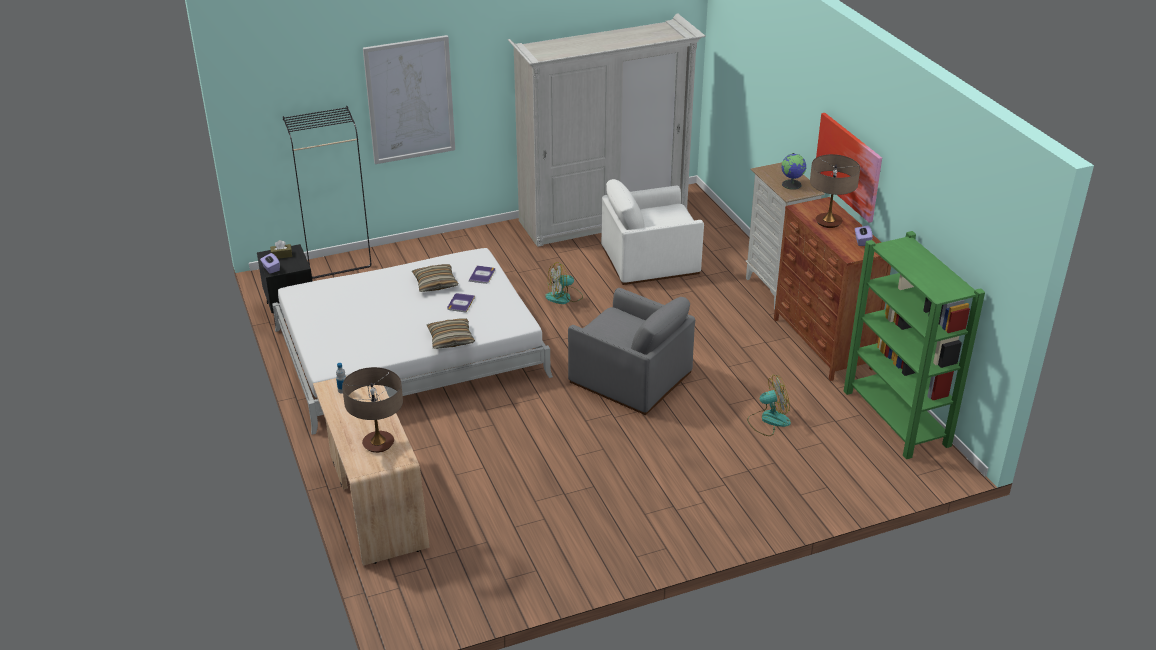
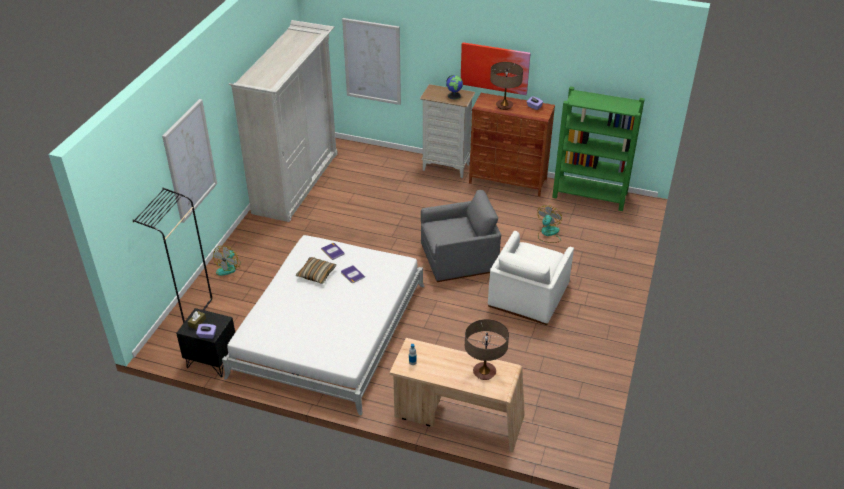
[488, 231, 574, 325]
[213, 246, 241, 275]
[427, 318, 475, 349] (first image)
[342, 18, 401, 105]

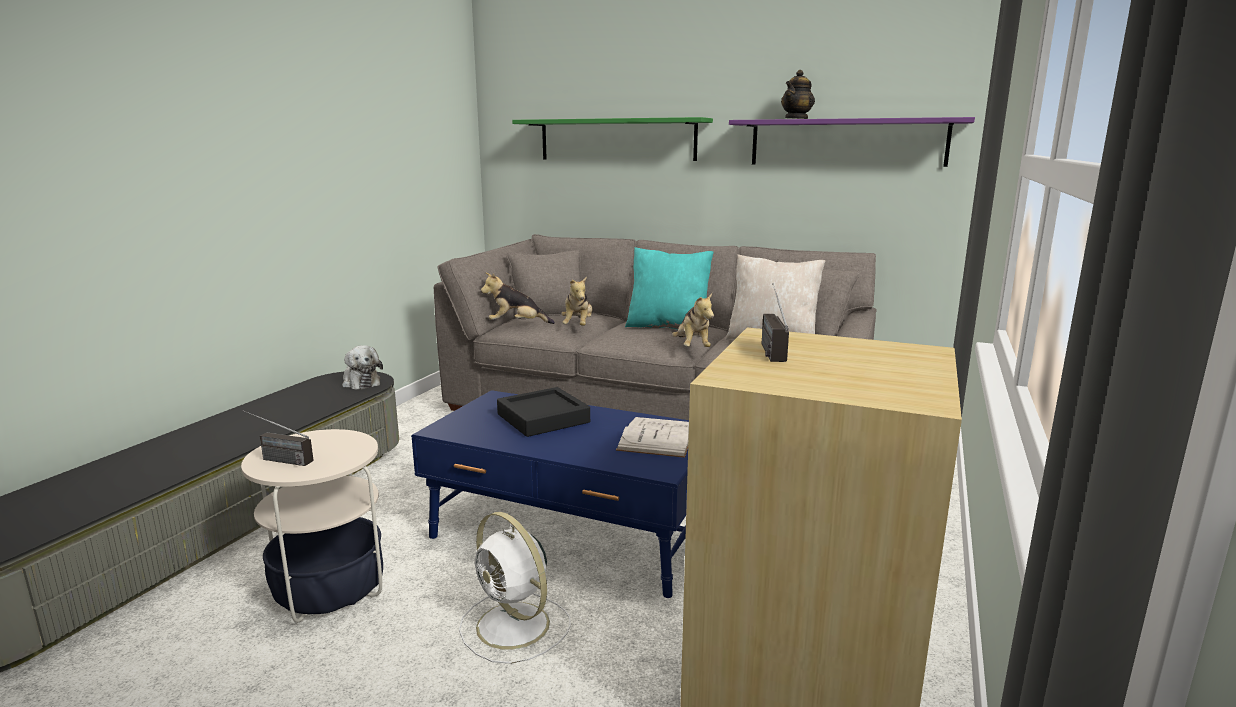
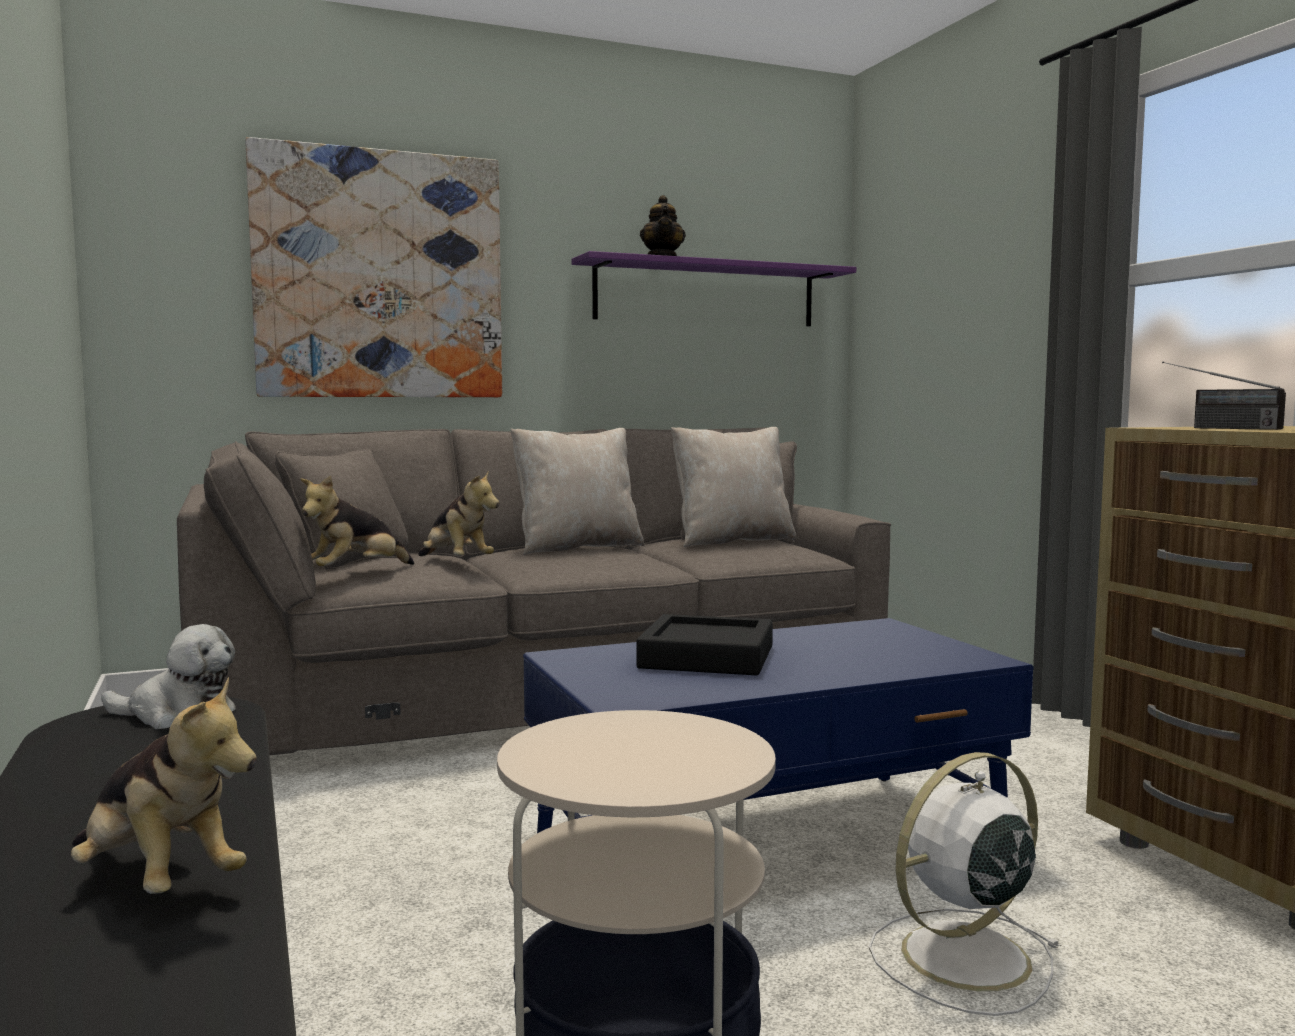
[246, 137, 502, 397]
[510, 428, 644, 555]
[71, 677, 257, 894]
[242, 410, 313, 466] (first image)
[616, 417, 689, 458] (first image)
[869, 752, 1061, 1016]

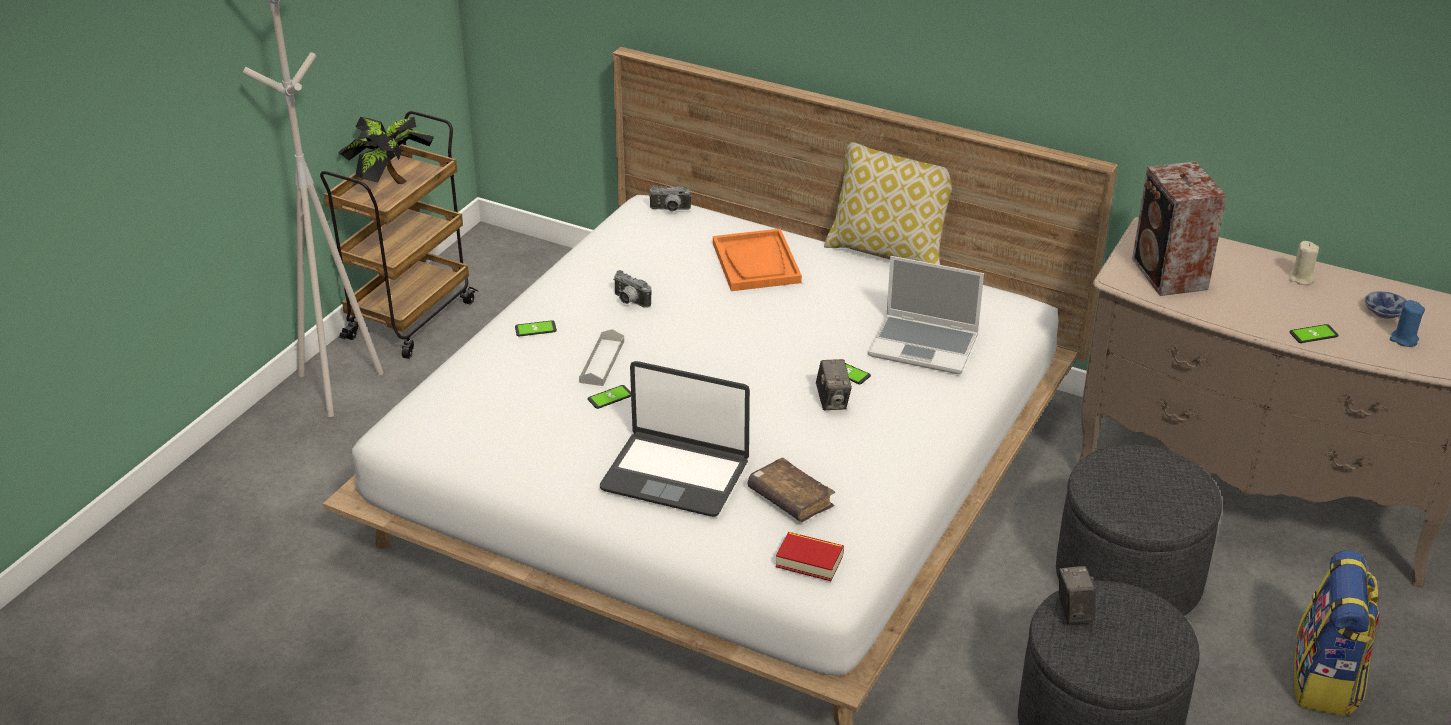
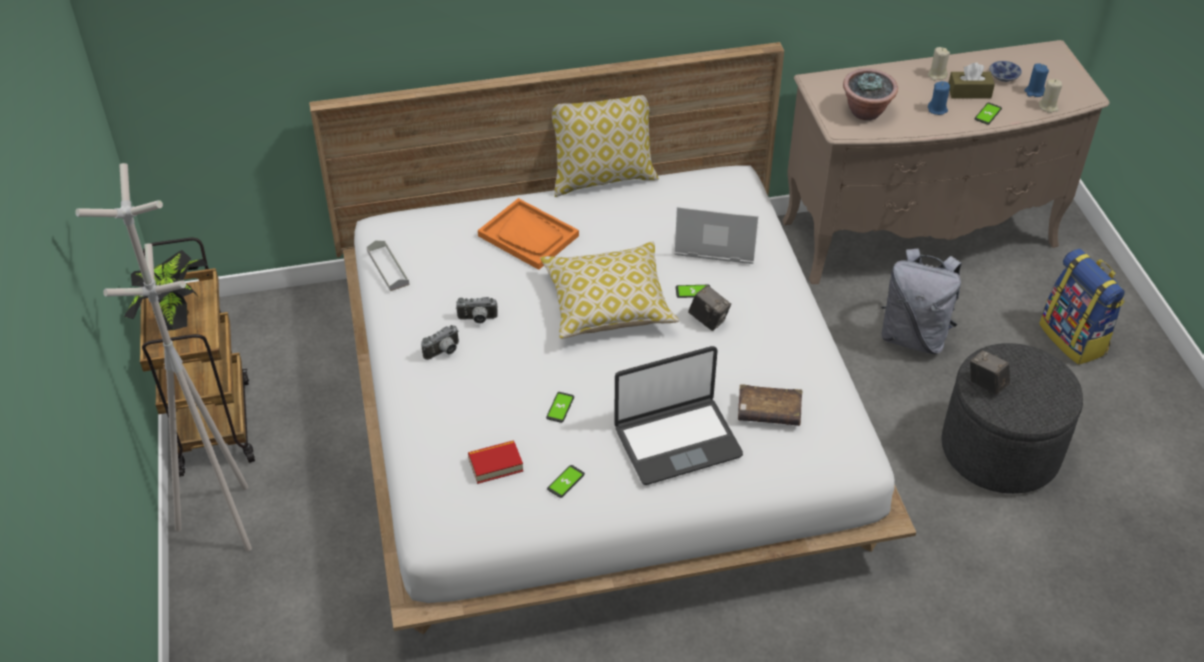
[843, 69, 898, 120]
[421, 325, 459, 360]
[674, 206, 759, 264]
[547, 465, 585, 498]
[367, 240, 409, 291]
[881, 248, 962, 354]
[468, 440, 524, 484]
[949, 63, 995, 98]
[1039, 79, 1062, 113]
[928, 81, 950, 115]
[540, 242, 679, 339]

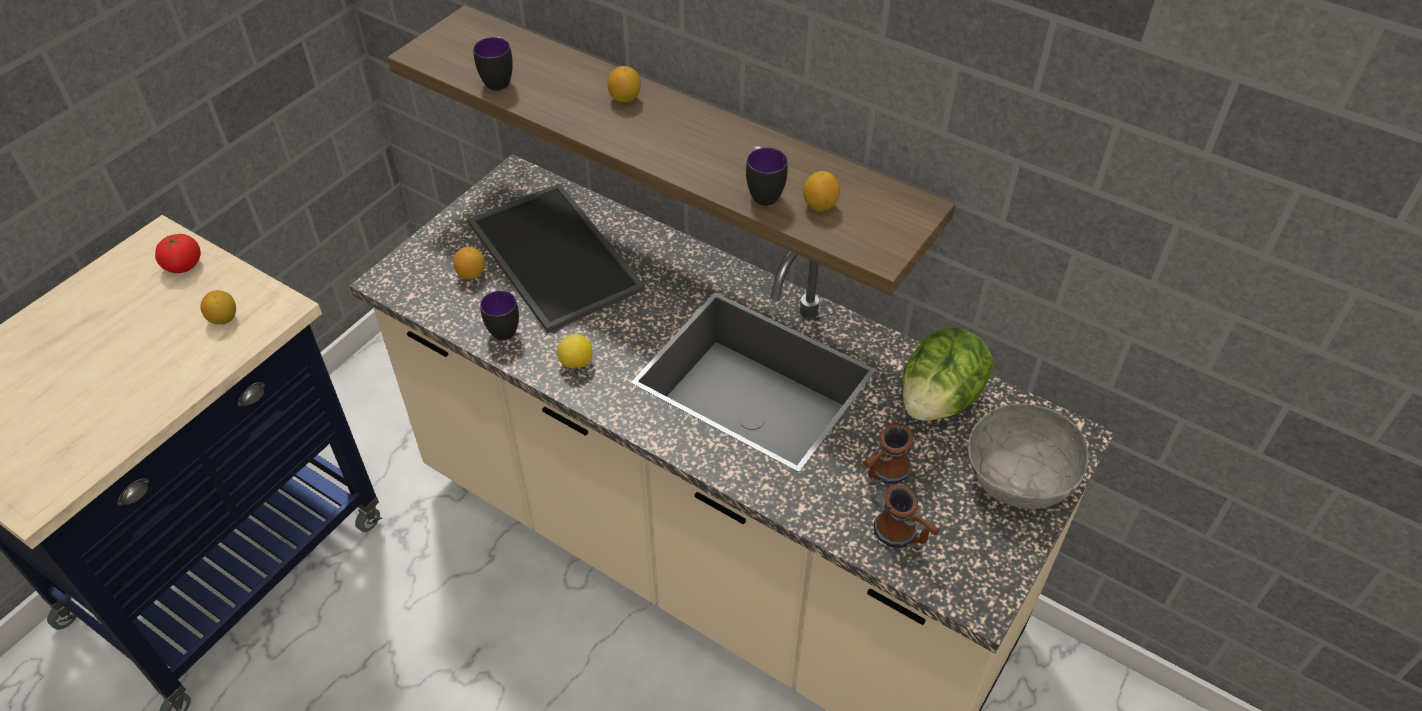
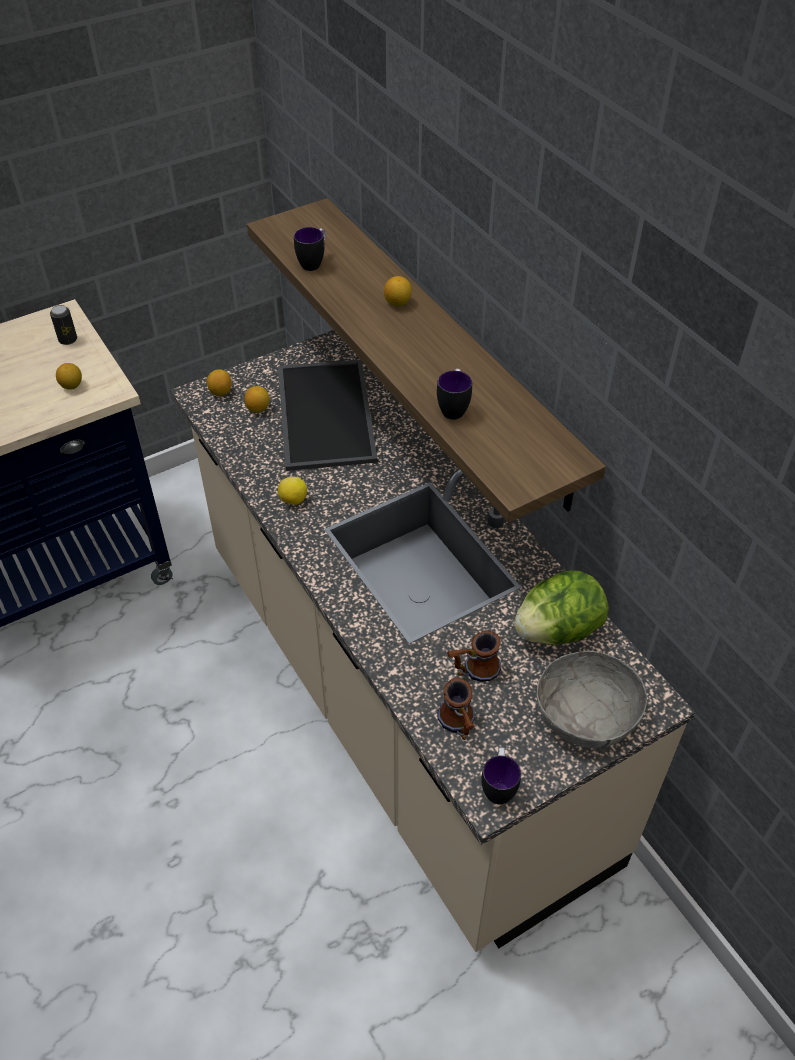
[207, 369, 232, 396]
[50, 305, 77, 345]
[481, 747, 521, 804]

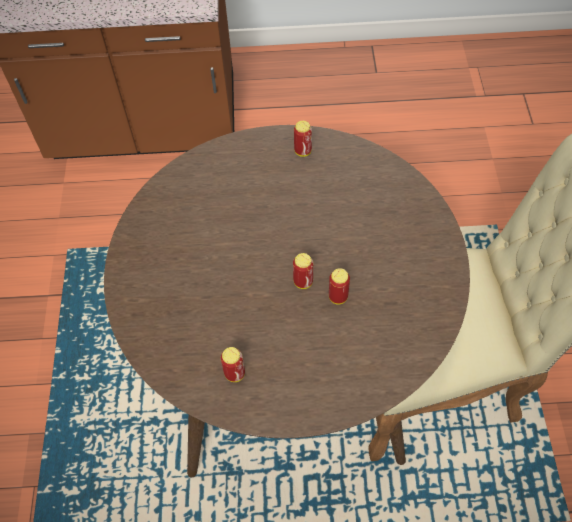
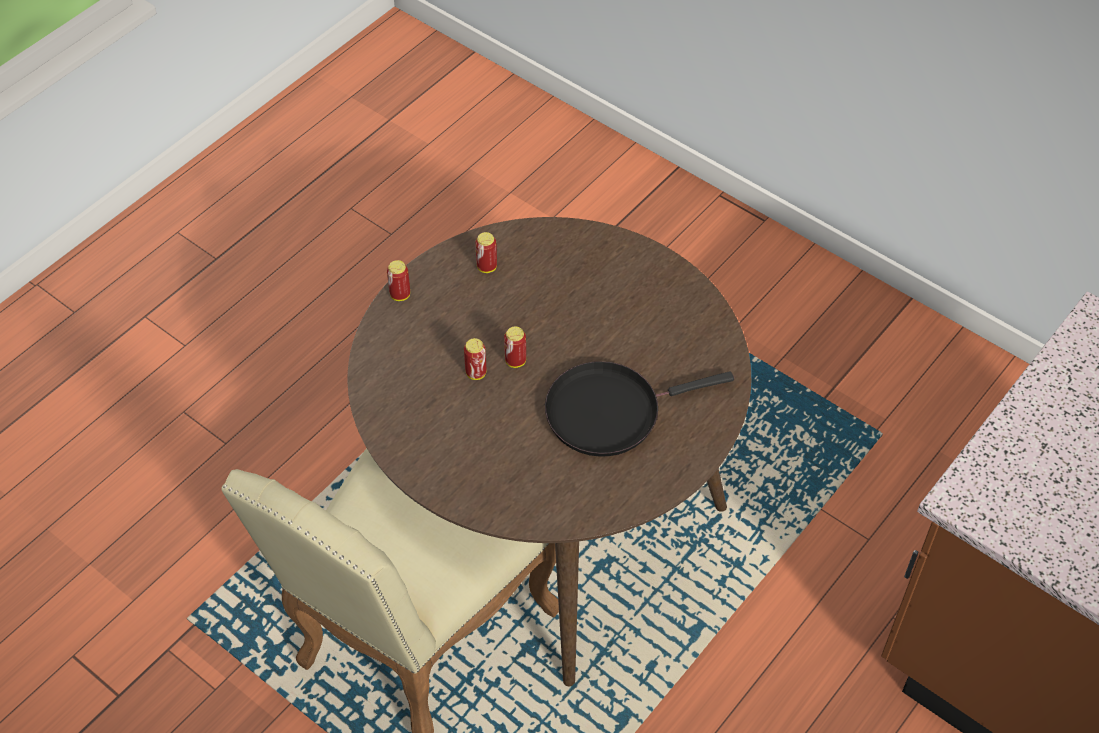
[387, 260, 410, 301]
[545, 361, 734, 457]

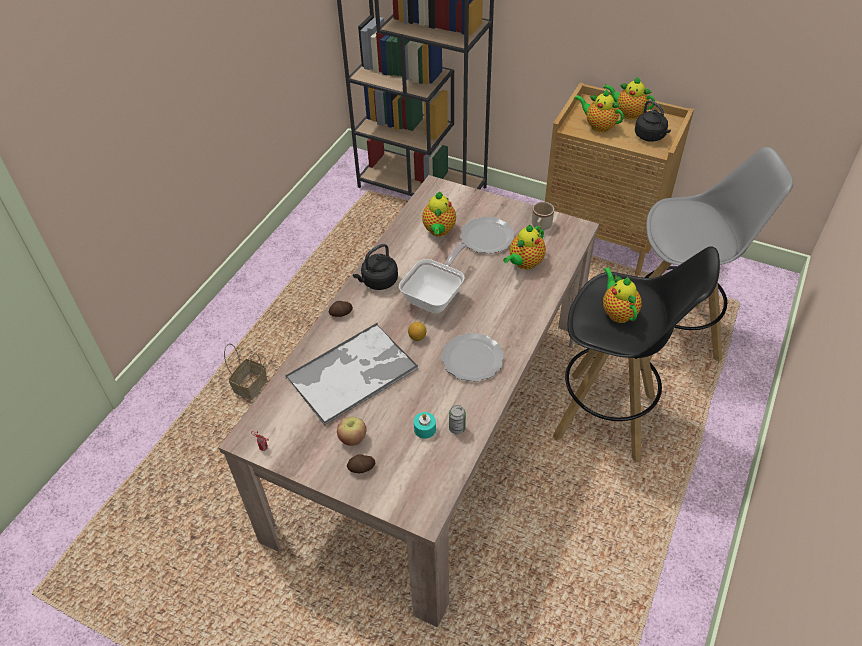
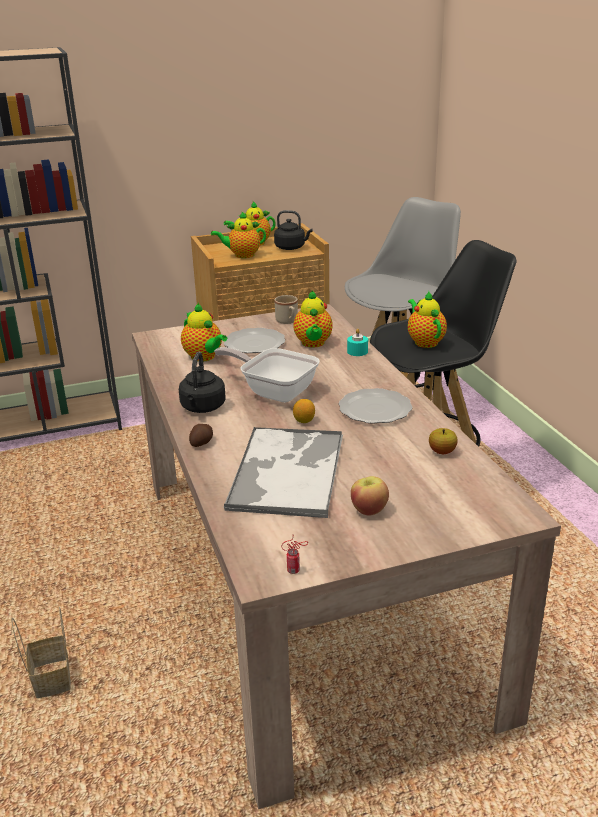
[214, 347, 320, 402]
[408, 291, 447, 348]
[429, 428, 458, 454]
[347, 329, 368, 356]
[347, 454, 375, 473] (first image)

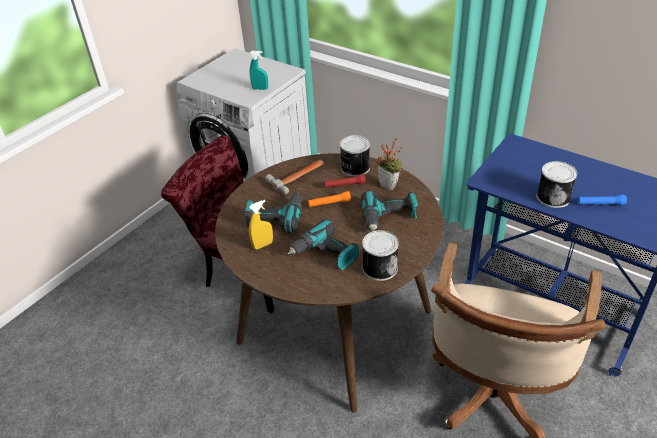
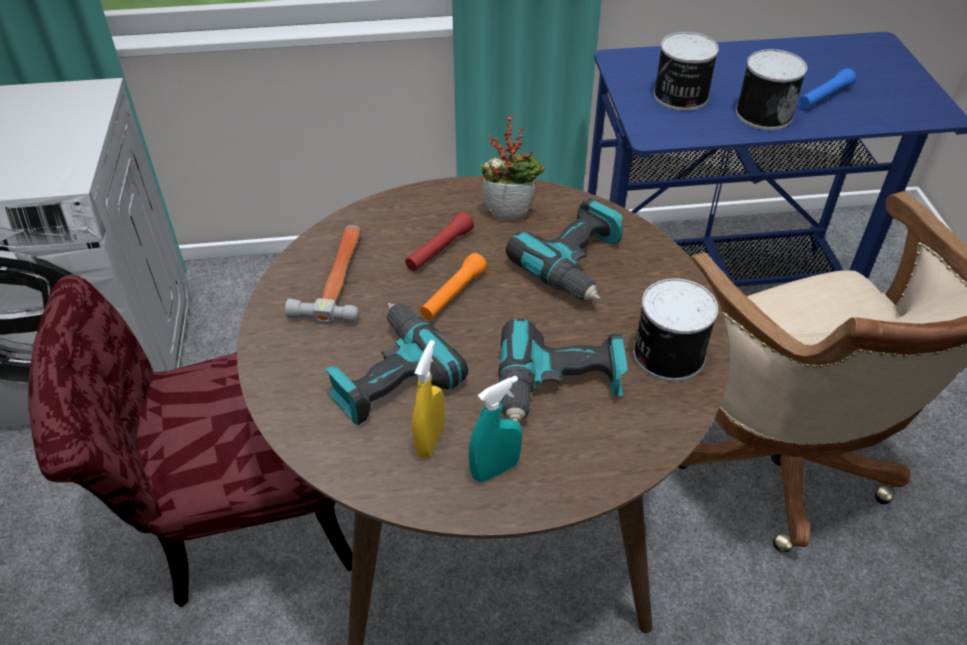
[469, 376, 522, 482]
[654, 32, 719, 111]

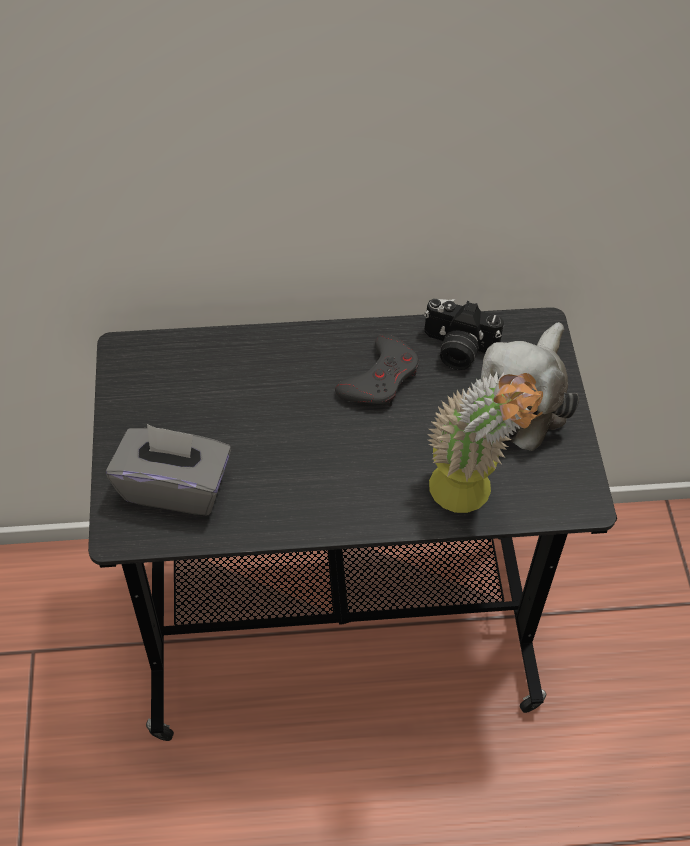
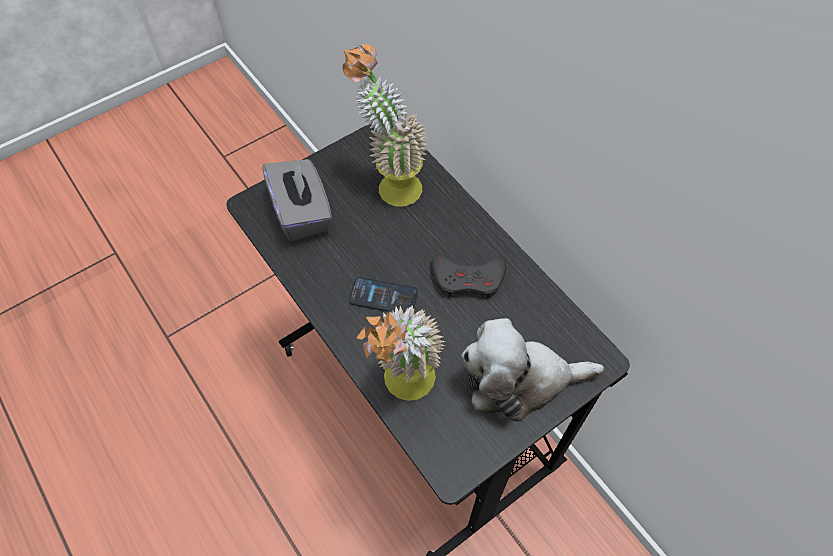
[424, 299, 504, 370] (first image)
[343, 44, 427, 206]
[349, 277, 418, 313]

